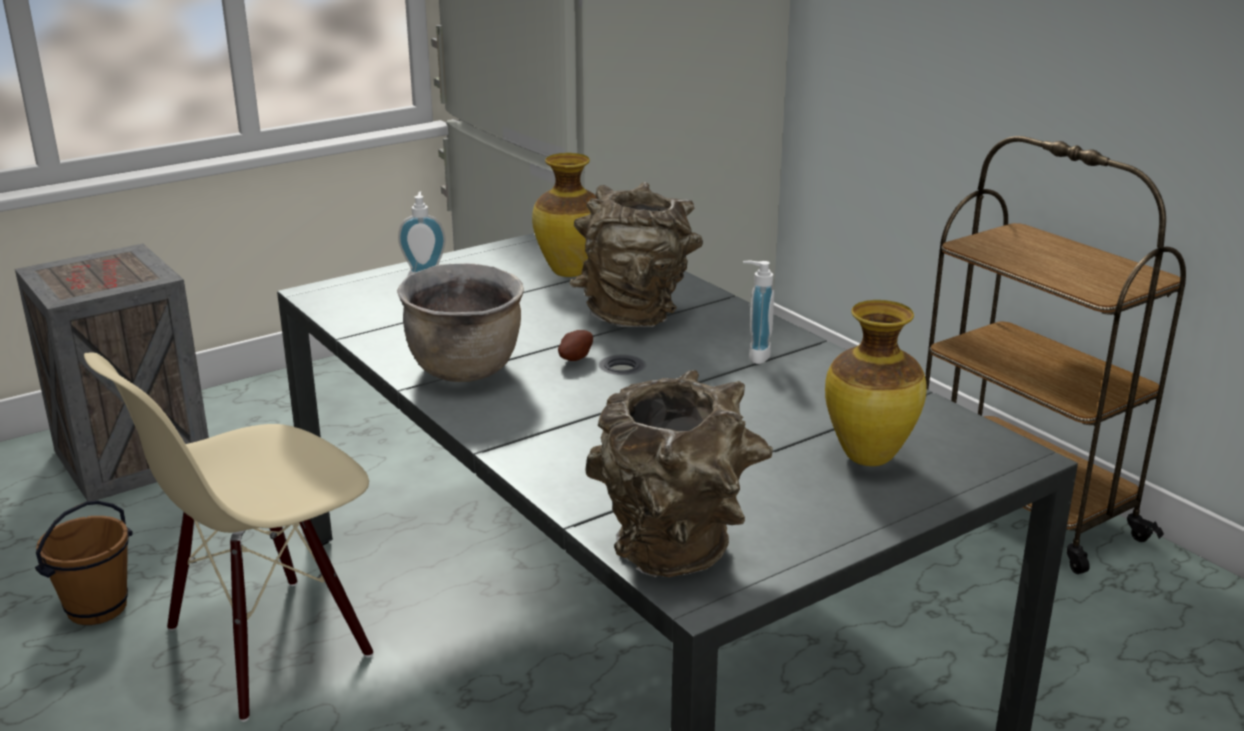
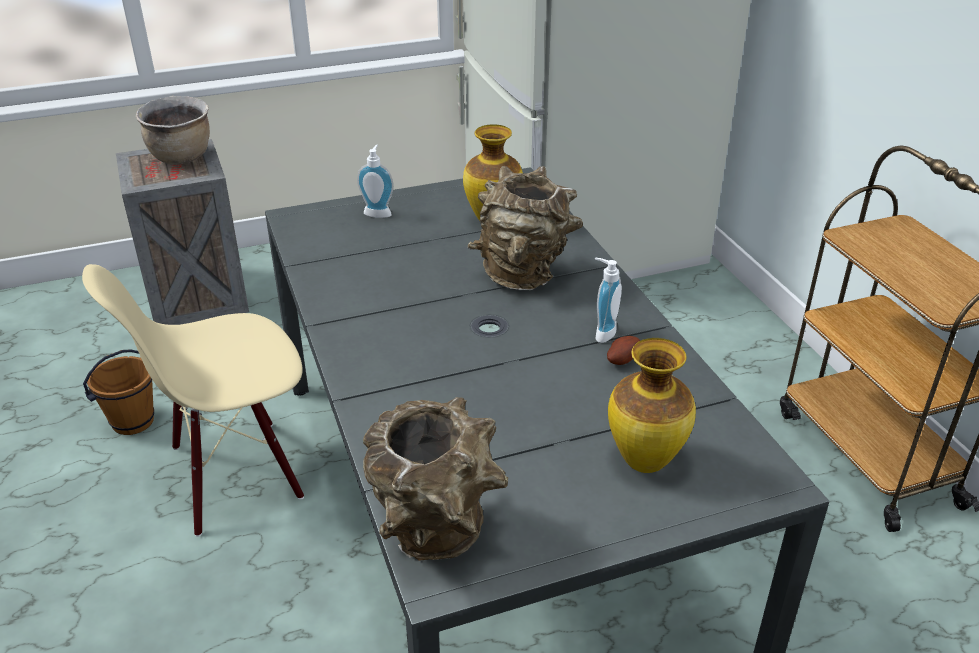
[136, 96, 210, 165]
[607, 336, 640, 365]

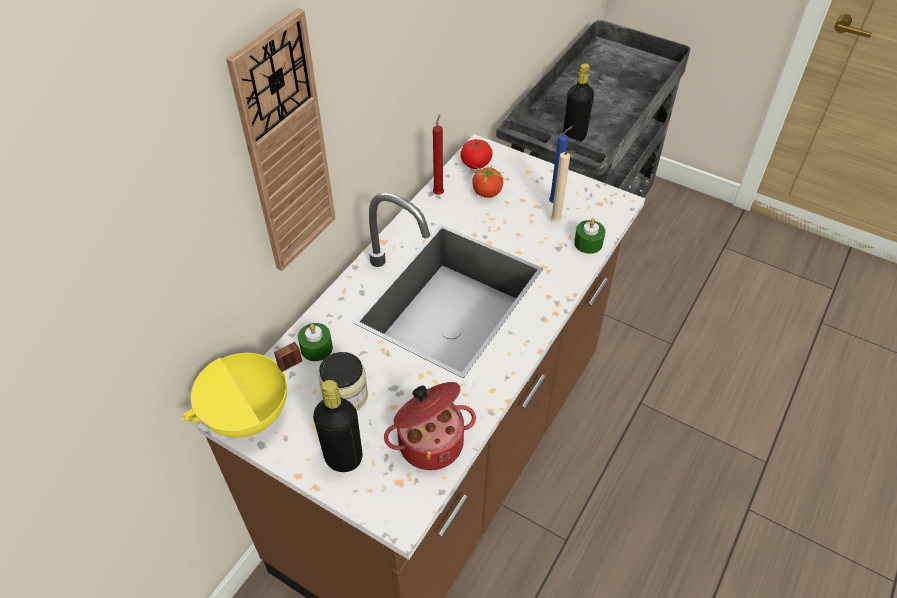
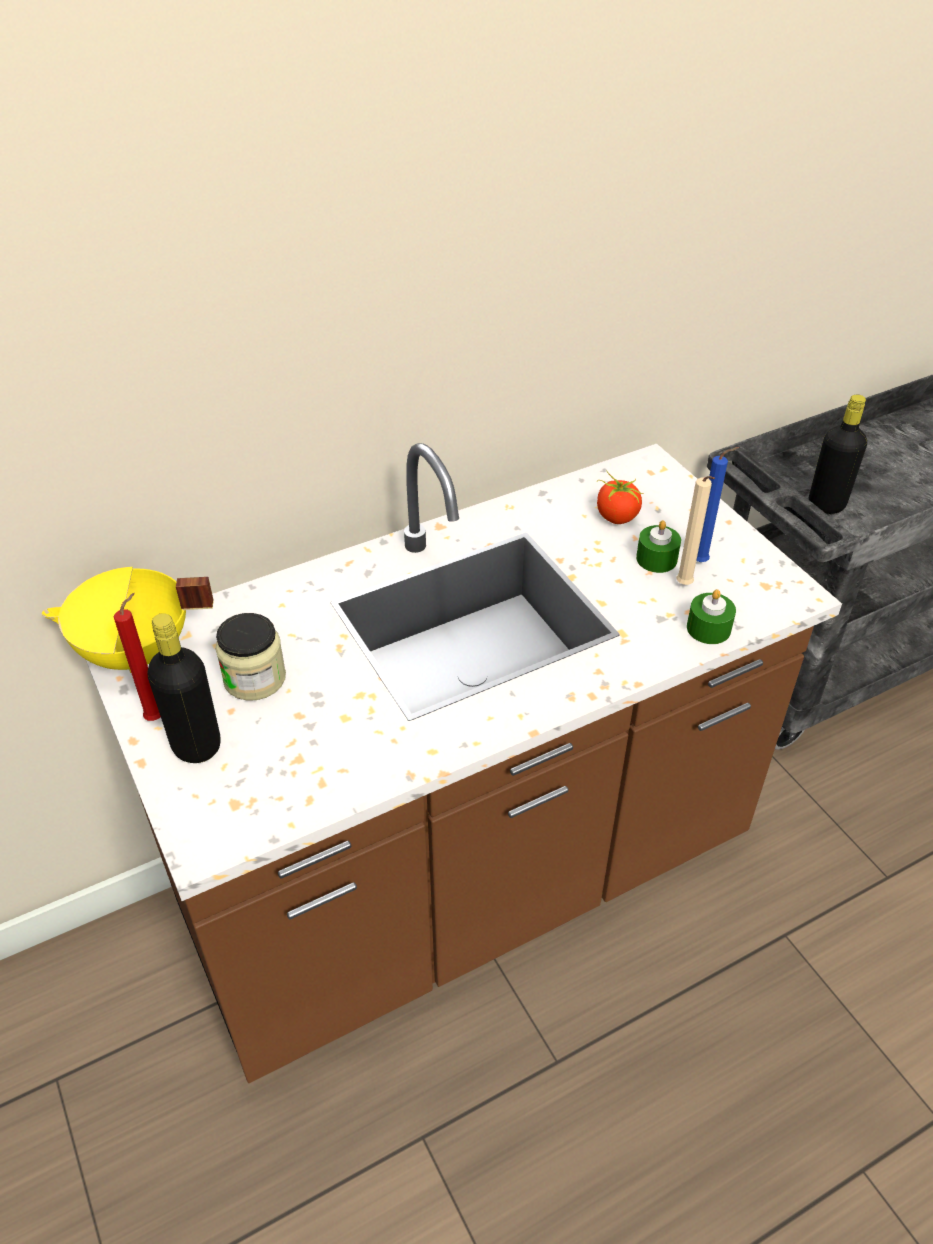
[226, 8, 336, 271] (first image)
[114, 593, 161, 721]
[460, 139, 492, 169] (first image)
[636, 520, 681, 573]
[384, 382, 476, 470] (first image)

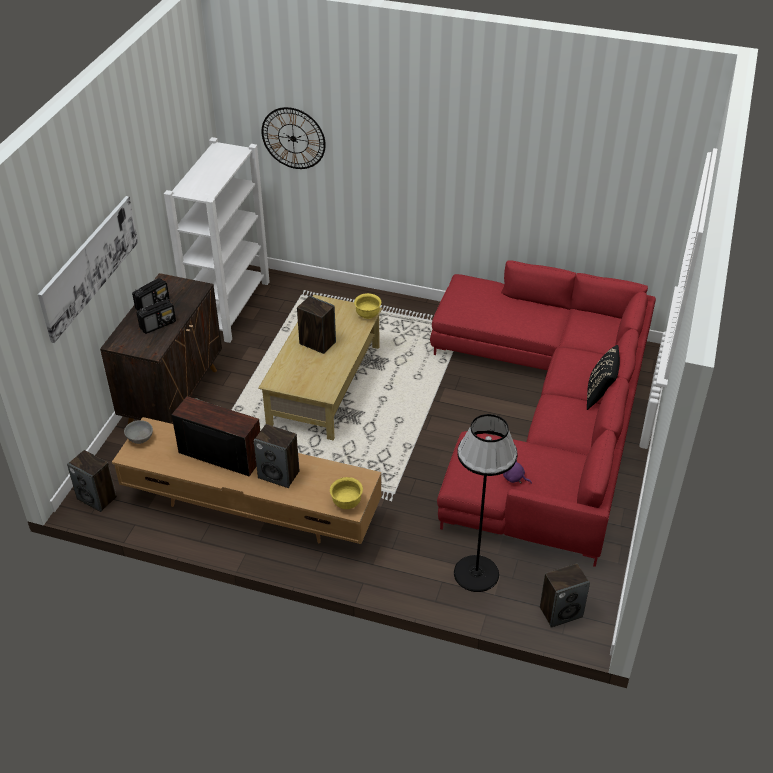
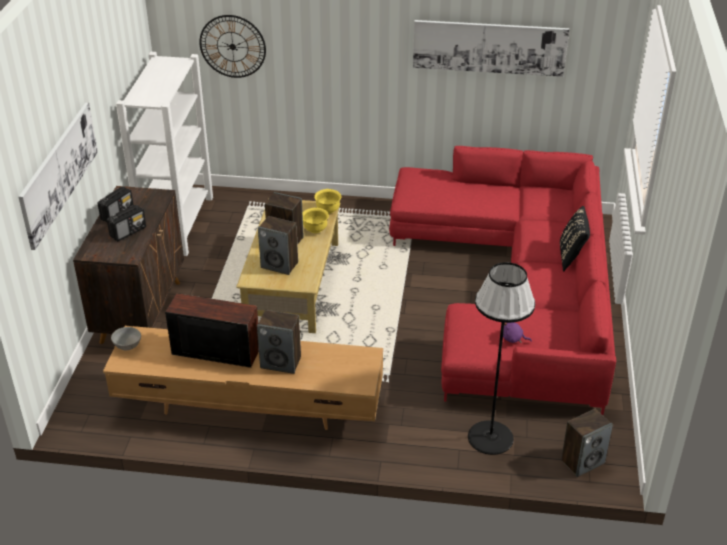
[258, 216, 298, 275]
[303, 208, 329, 233]
[413, 20, 569, 77]

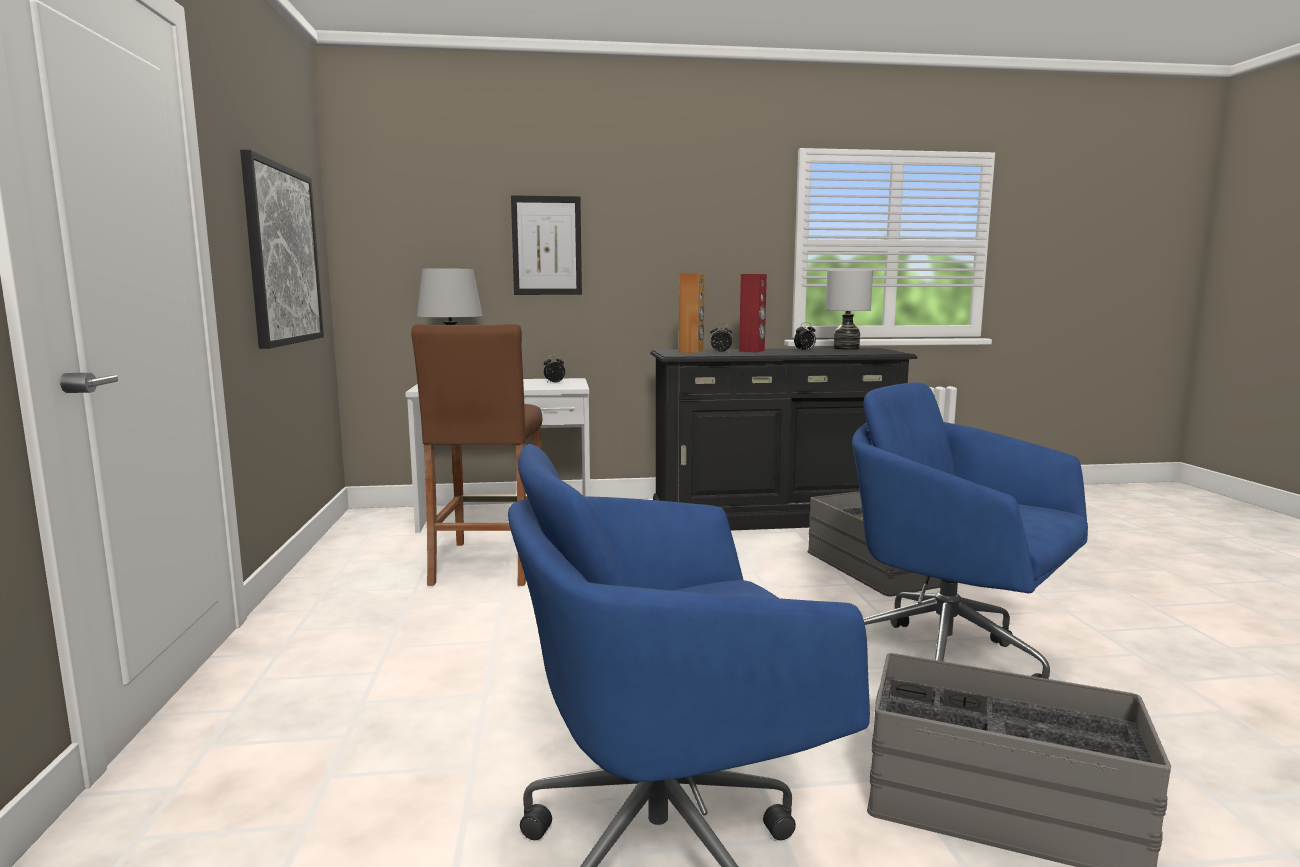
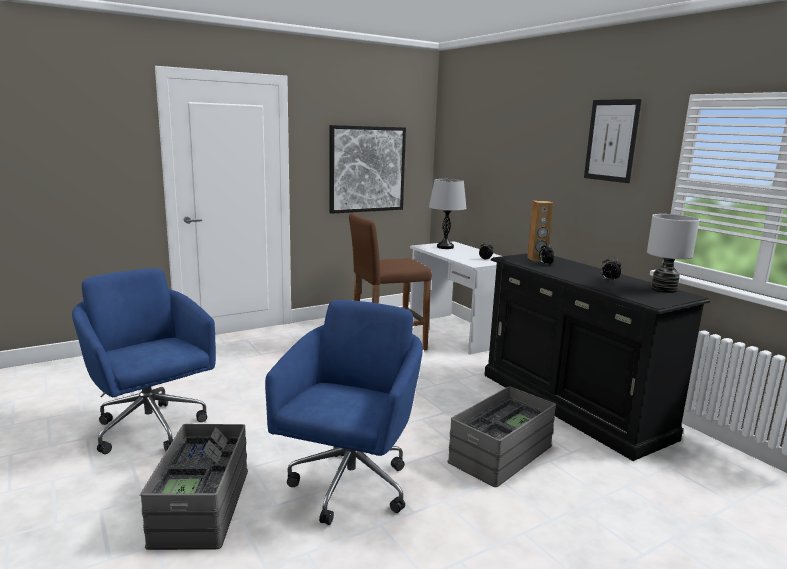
[584, 99, 642, 183]
[739, 274, 767, 352] (first image)

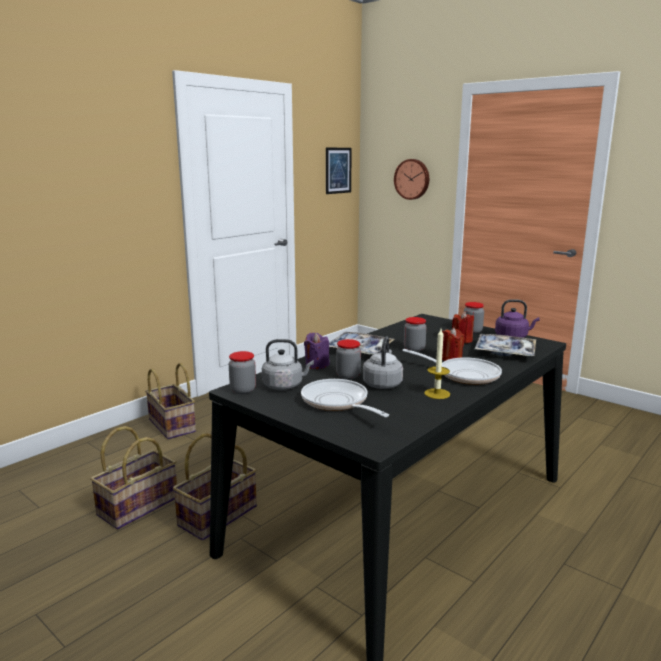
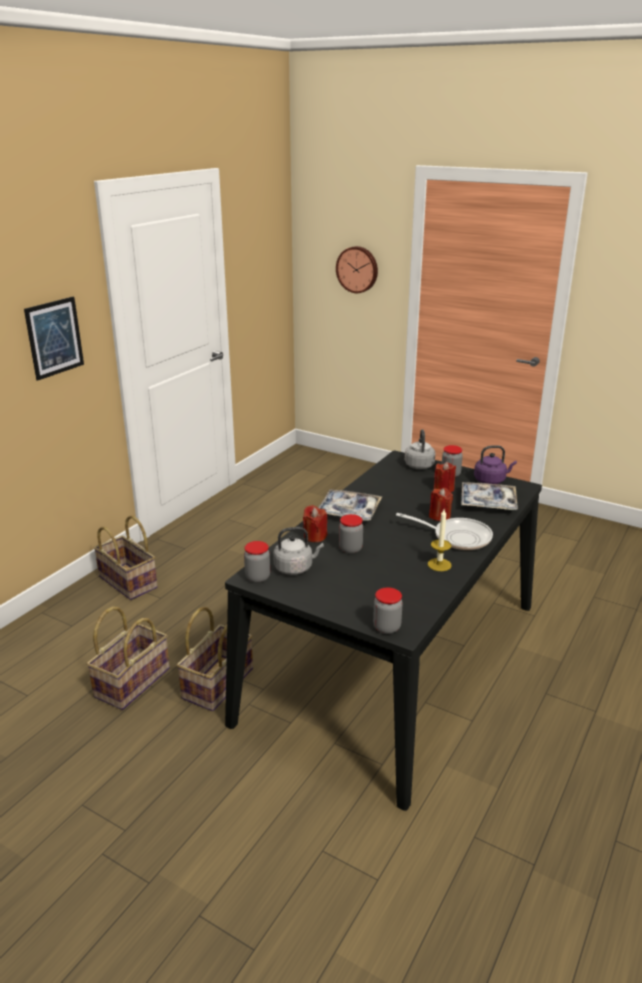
[24, 297, 84, 381]
[373, 588, 403, 634]
[303, 505, 328, 542]
[405, 429, 435, 469]
[301, 379, 389, 417] (first image)

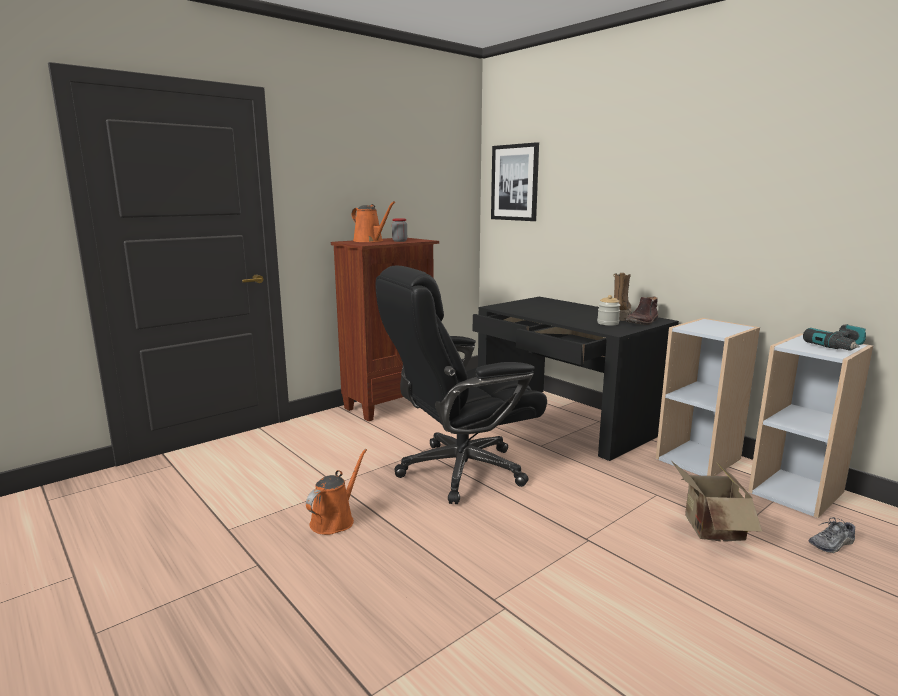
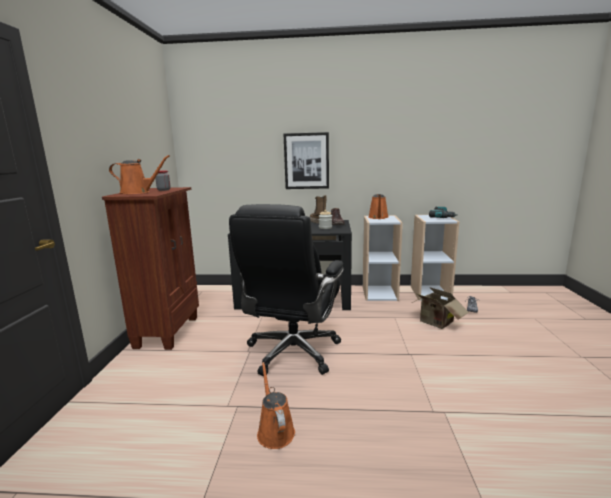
[284, 132, 329, 189]
[368, 194, 389, 219]

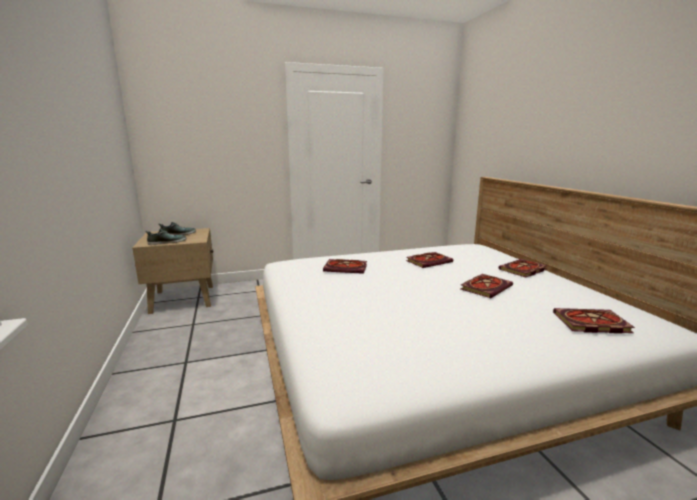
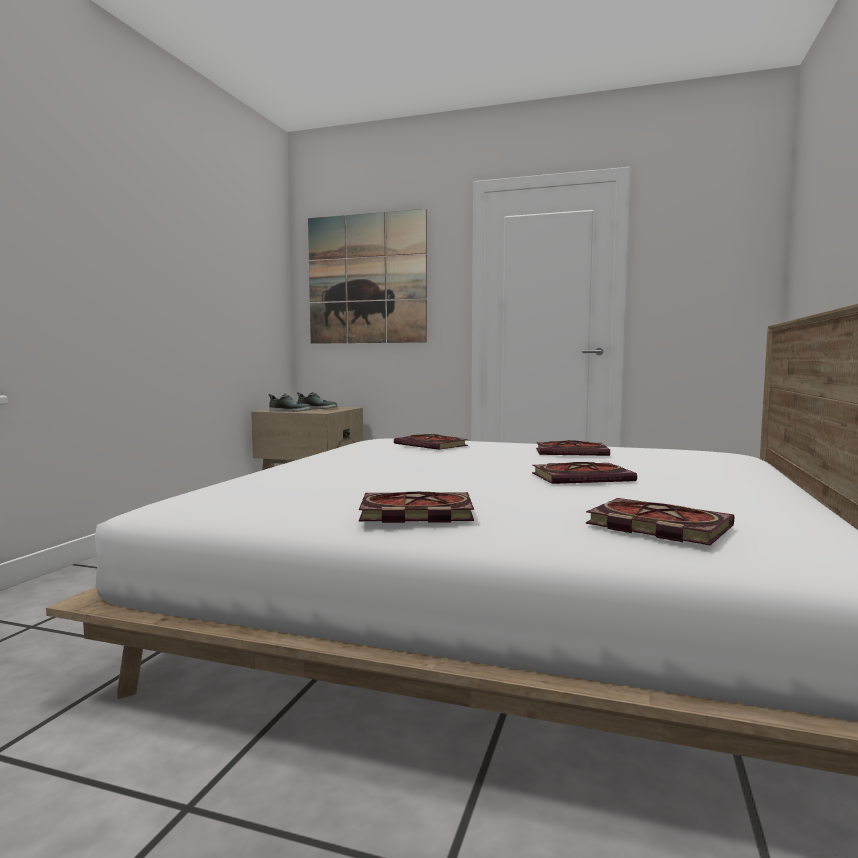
[359, 492, 474, 523]
[308, 209, 427, 344]

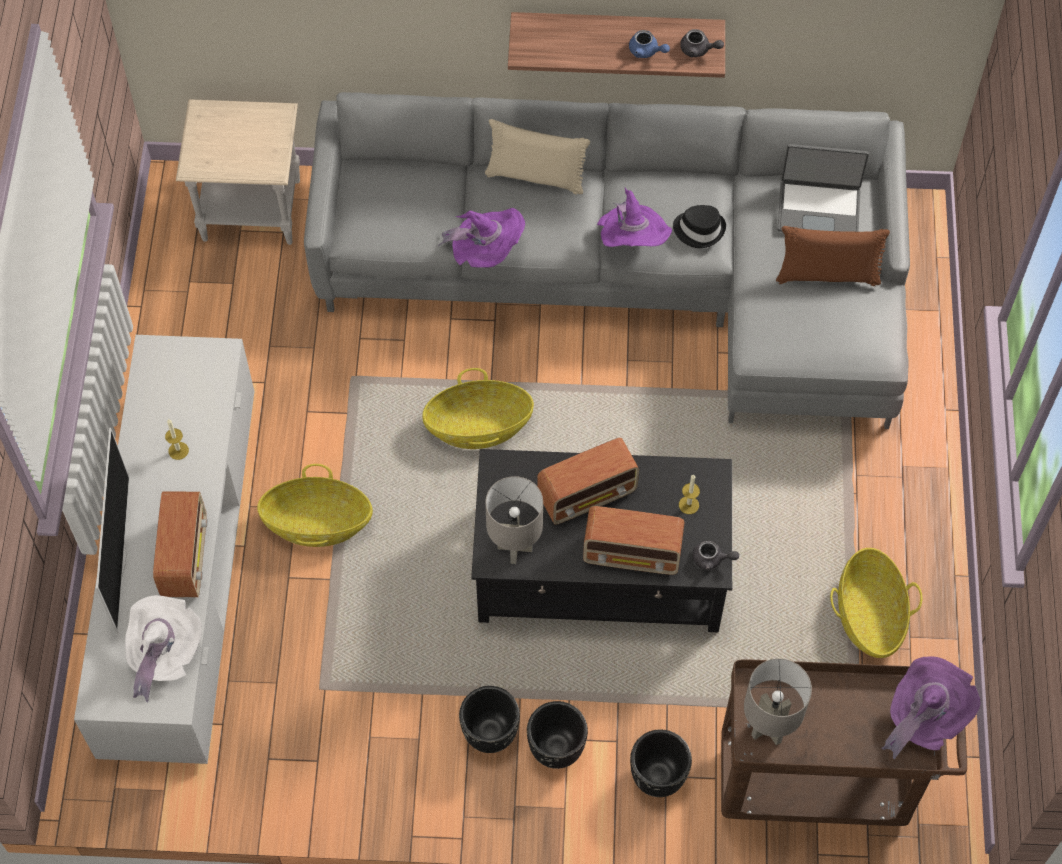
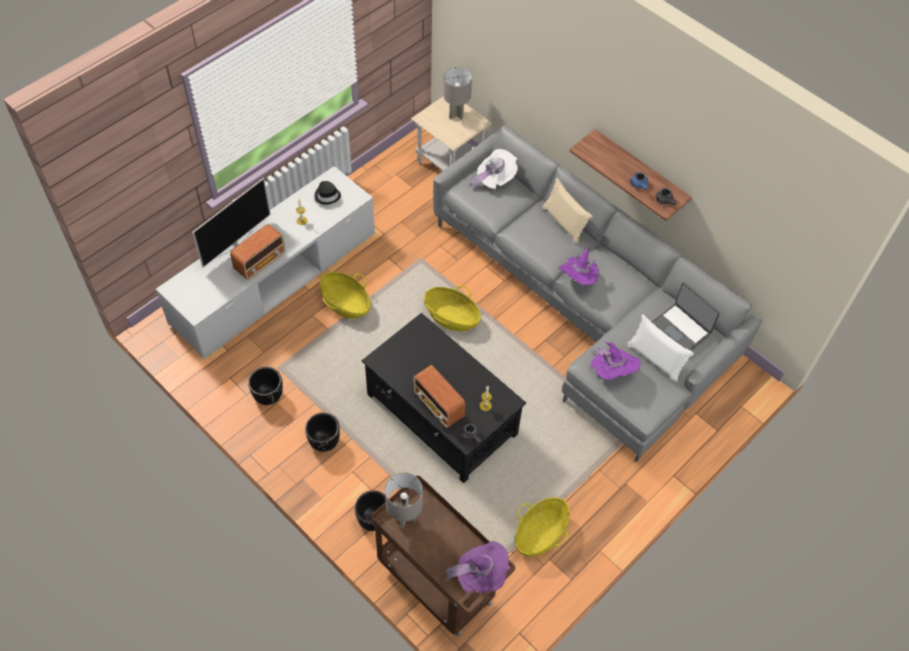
[314, 181, 341, 205]
[591, 341, 640, 380]
[627, 314, 694, 382]
[537, 438, 639, 524] (first image)
[443, 67, 472, 120]
[469, 149, 518, 190]
[248, 367, 283, 405]

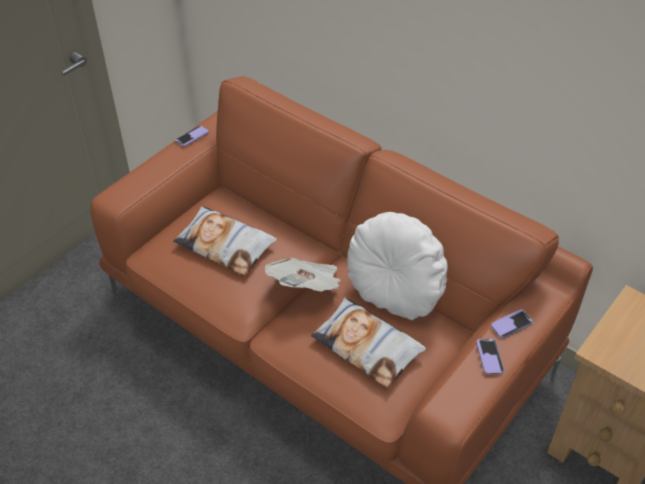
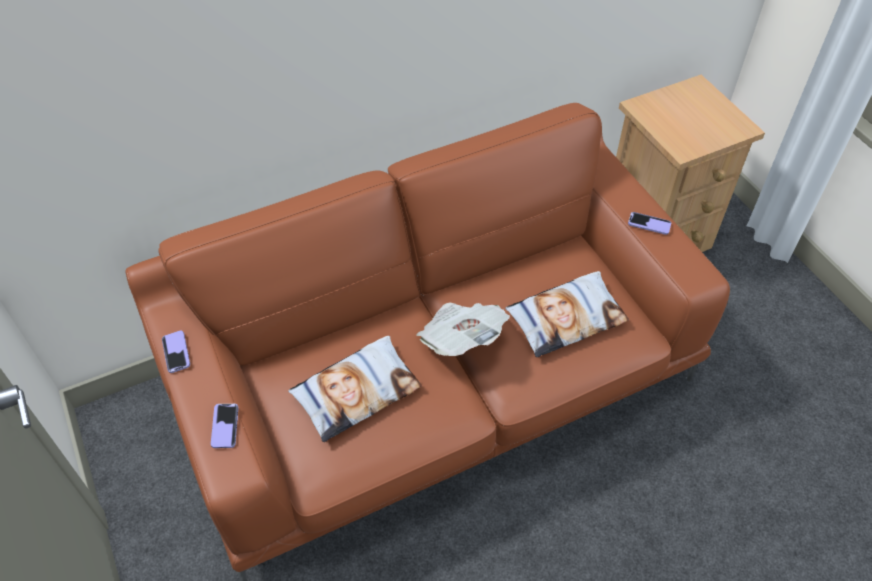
[347, 212, 448, 320] (first image)
[211, 404, 238, 448]

